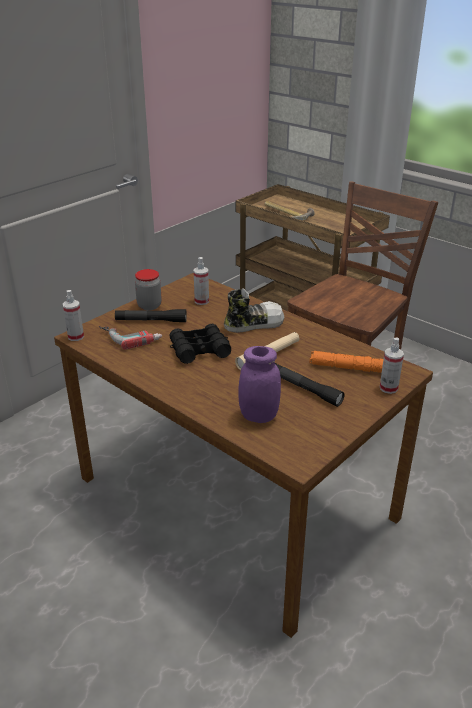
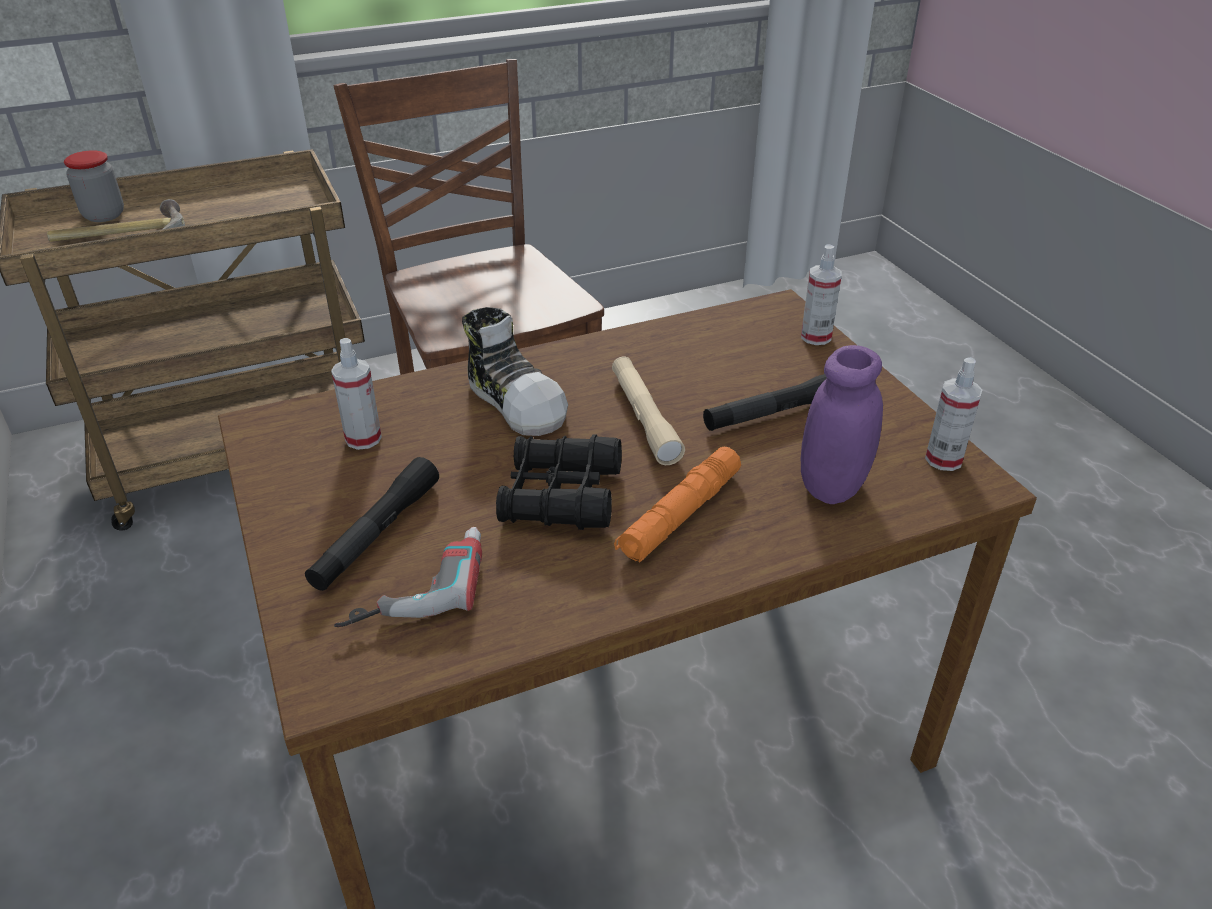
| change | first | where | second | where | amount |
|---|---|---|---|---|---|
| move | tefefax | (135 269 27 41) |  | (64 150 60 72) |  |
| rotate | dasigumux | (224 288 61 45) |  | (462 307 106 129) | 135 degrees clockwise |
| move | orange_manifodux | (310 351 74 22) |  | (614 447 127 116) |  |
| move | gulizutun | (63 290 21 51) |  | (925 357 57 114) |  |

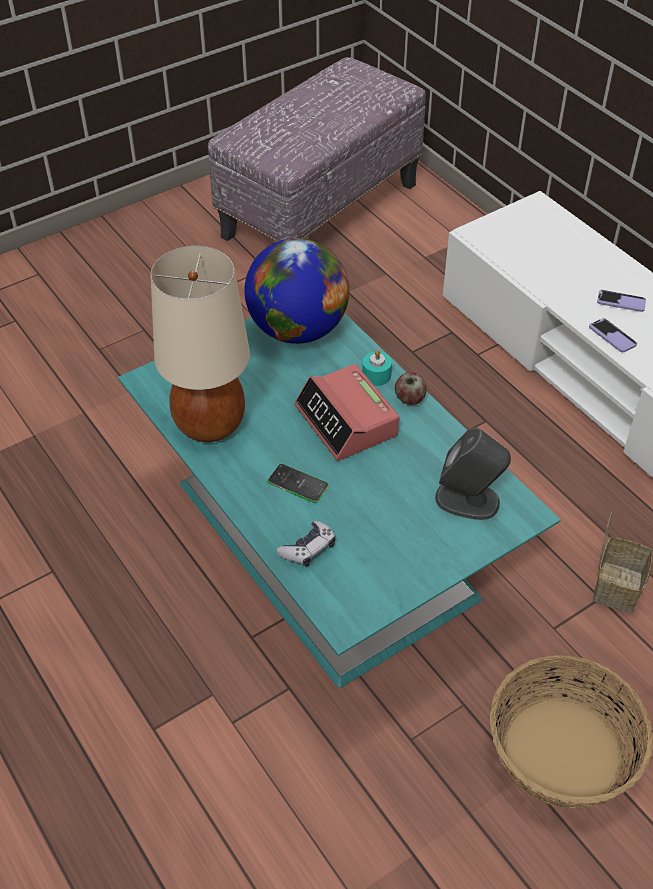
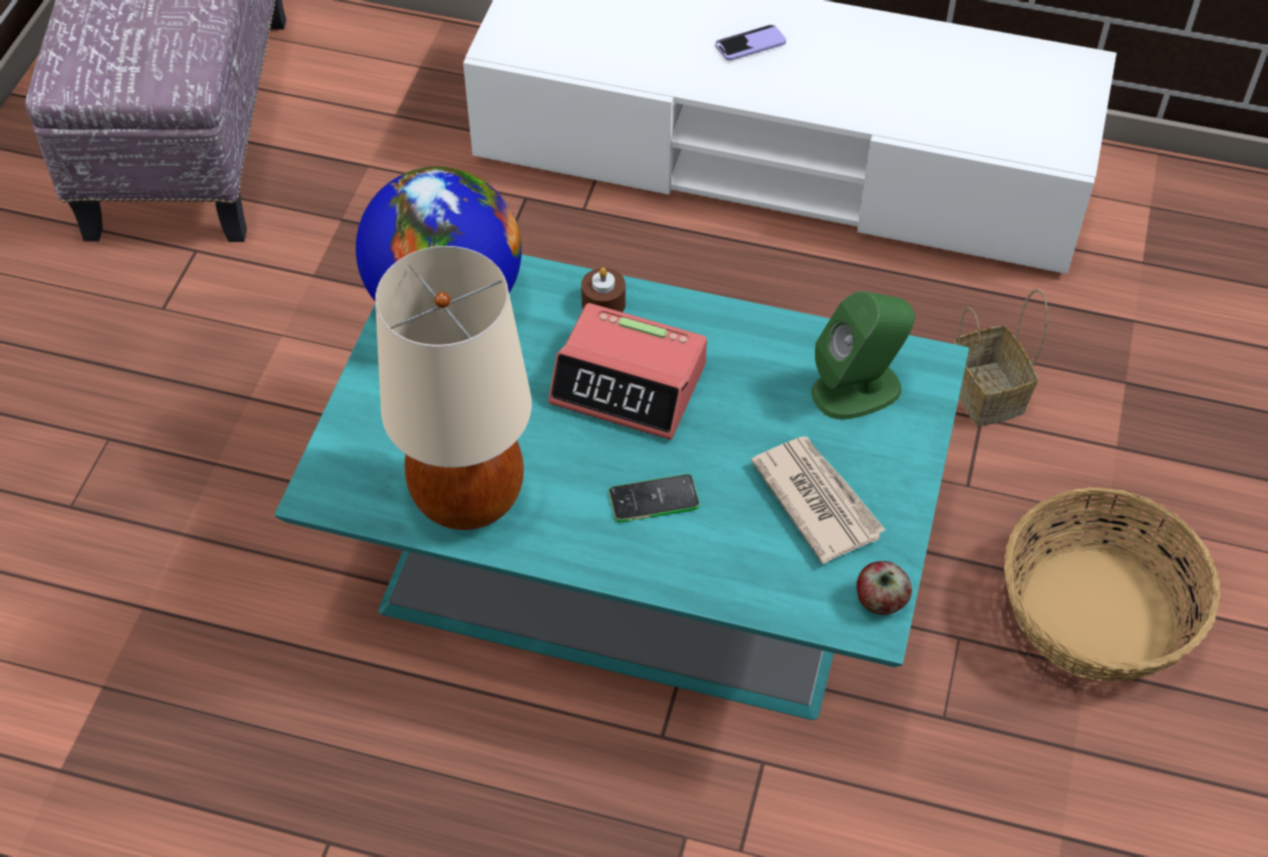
| change | first | where | second | where | amount |
|---|---|---|---|---|---|
| recolor | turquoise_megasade | (362 350 30 36) | brown_megasade | (581 268 45 44) |  |
| insert |  |  | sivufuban | (751 436 134 128) |  |
| recolor | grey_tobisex | (435 428 76 92) | green_tobisex | (811 291 104 129) |  |
| move | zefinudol | (395 372 32 33) |  | (856 561 56 54) |  |
| delete | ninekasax | (277 521 59 46) |  |  |  |
| delete | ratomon | (589 318 48 34) |  |  |  |

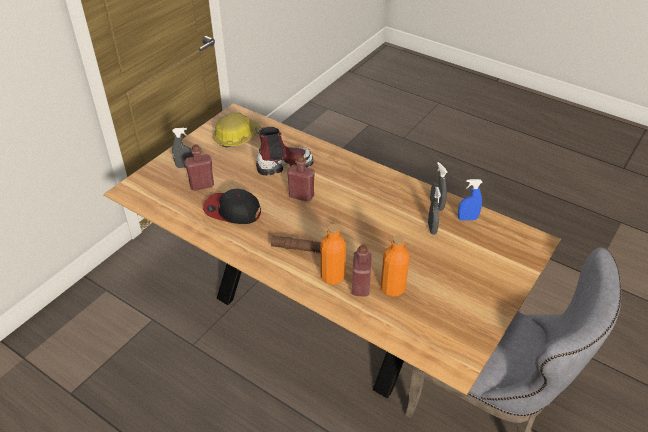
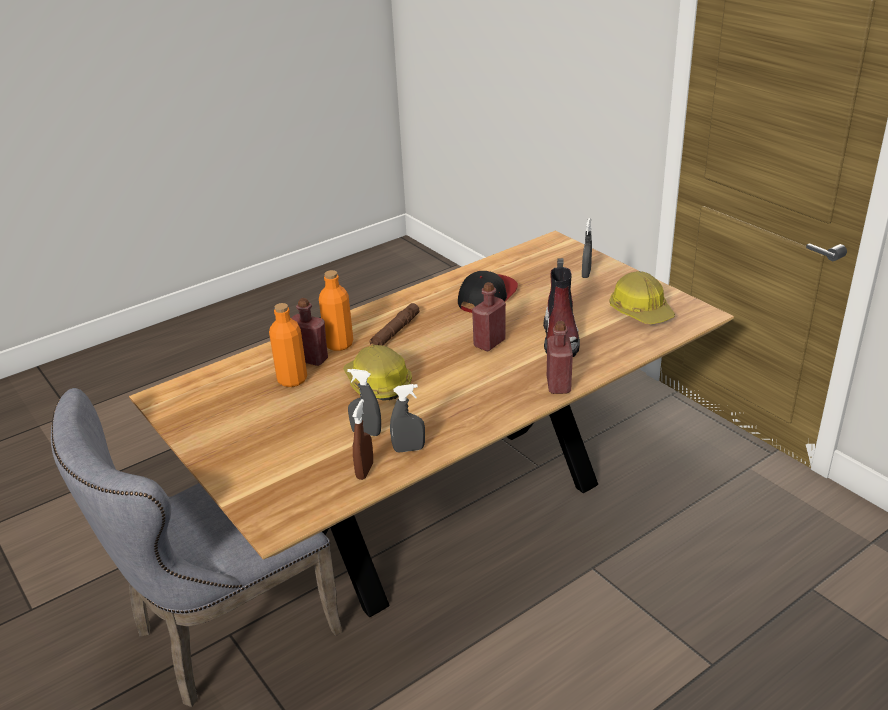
| change | first | where | second | where | amount |
|---|---|---|---|---|---|
| insert |  |  | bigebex | (343 345 69 56) |  |
| recolor | blue_gulizutun | (458 179 25 42) | brown_gulizutun | (352 399 21 81) |  |
| move | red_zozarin | (184 144 30 47) |  | (547 321 26 73) |  |

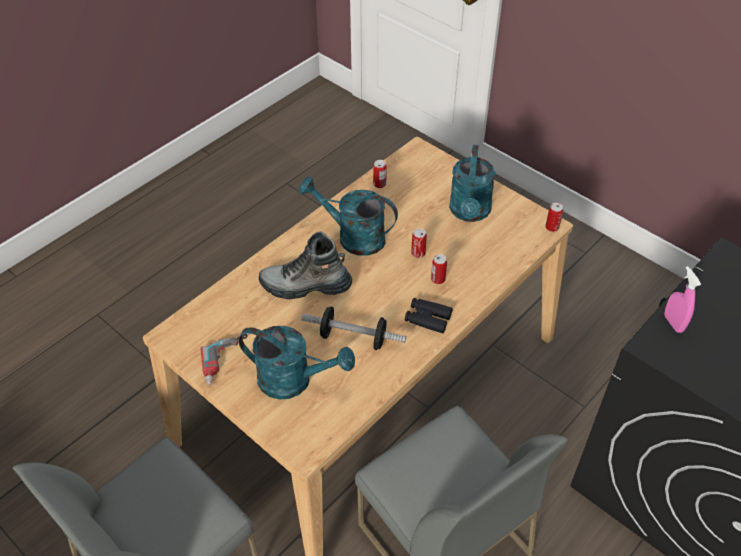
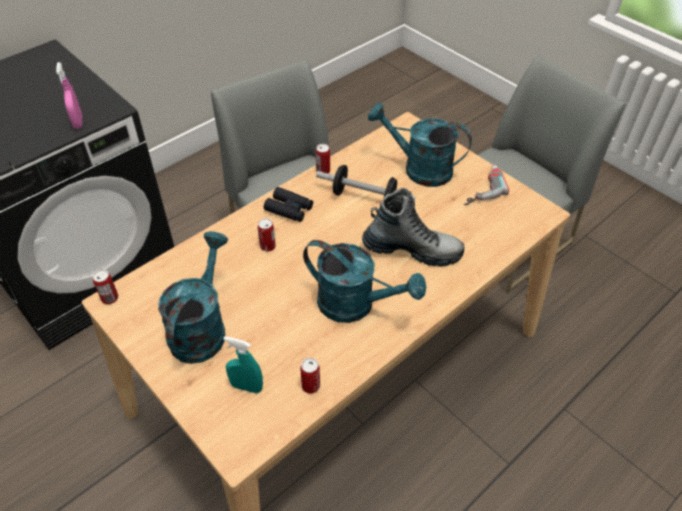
| change | first | where | second | where | amount |
|---|---|---|---|---|---|
| insert |  |  | turquoise_gulizutun | (223 336 40 58) |  |
| move | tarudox | (411 228 16 30) |  | (316 144 14 30) |  |

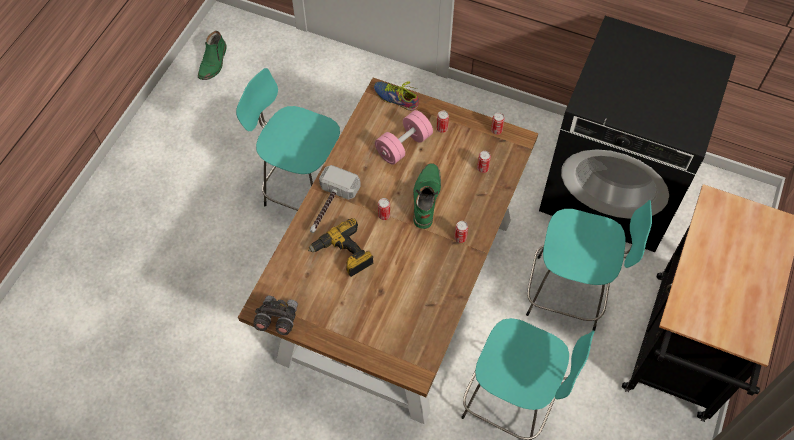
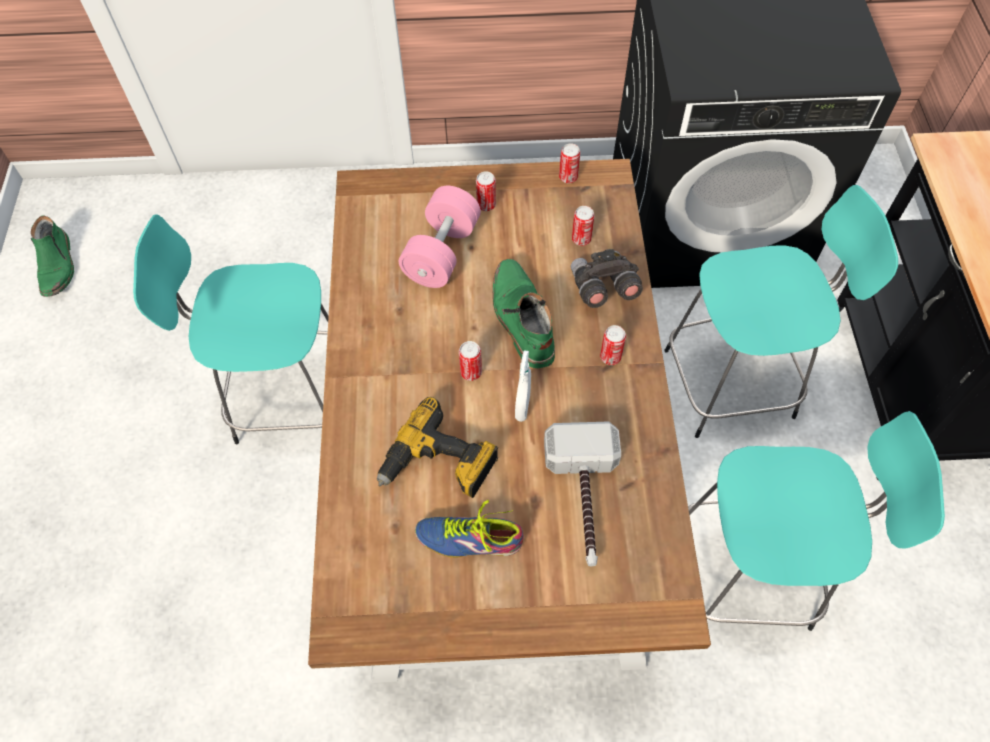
| change | first | where | second | where | amount |
|---|---|---|---|---|---|
| move | dasigumux | (374 81 45 29) |  | (415 500 109 58) |  |
| insert |  |  | white_gulizutun | (515 350 16 72) |  |
| move | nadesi | (310 165 51 68) |  | (544 421 77 145) |  |
| move | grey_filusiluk | (253 296 45 39) |  | (570 249 73 59) |  |

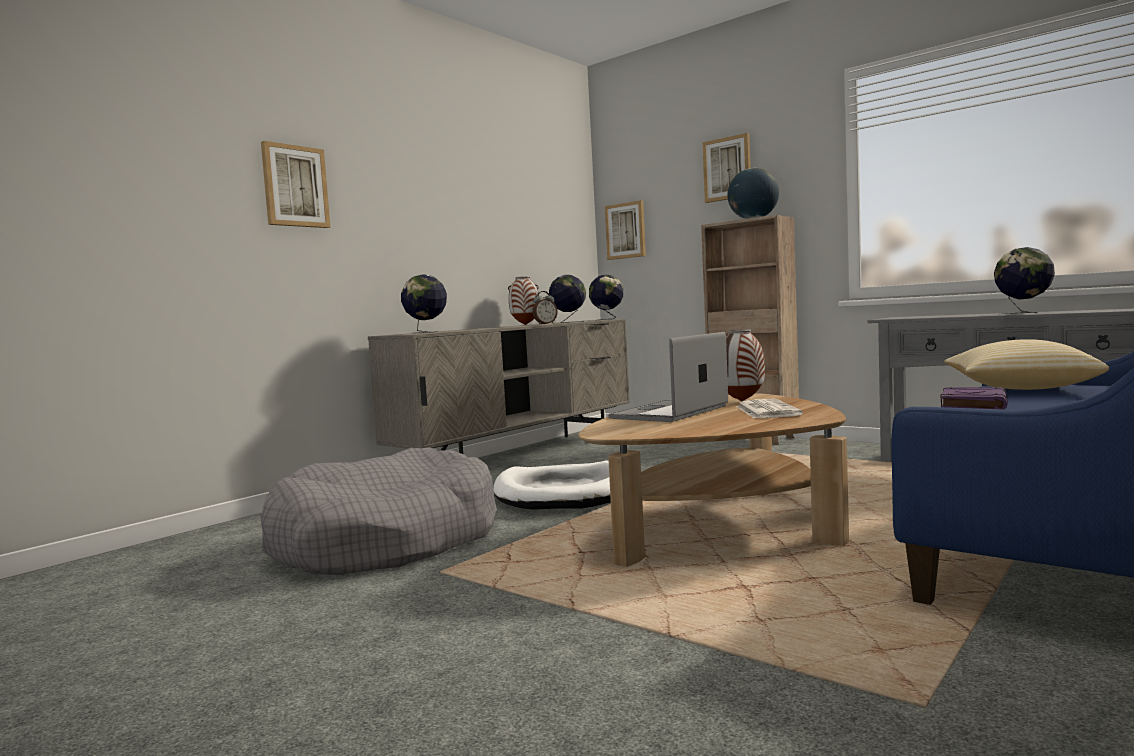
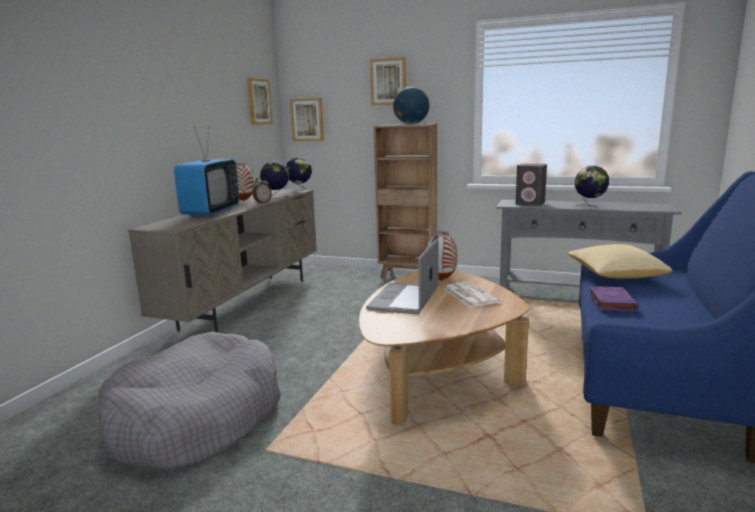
| change | first | where | second | where | amount |
|---|---|---|---|---|---|
| insert |  |  | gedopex | (174 126 66 91) |  |
| move | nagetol | (261 141 69 87) |  | (247 78 26 47) |  |
| insert |  |  | grey_tobisex | (516 164 31 42) |  |
| delete | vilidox | (401 274 46 59) |  |  |  |
| delete | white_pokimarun | (493 460 118 50) |  |  |  |

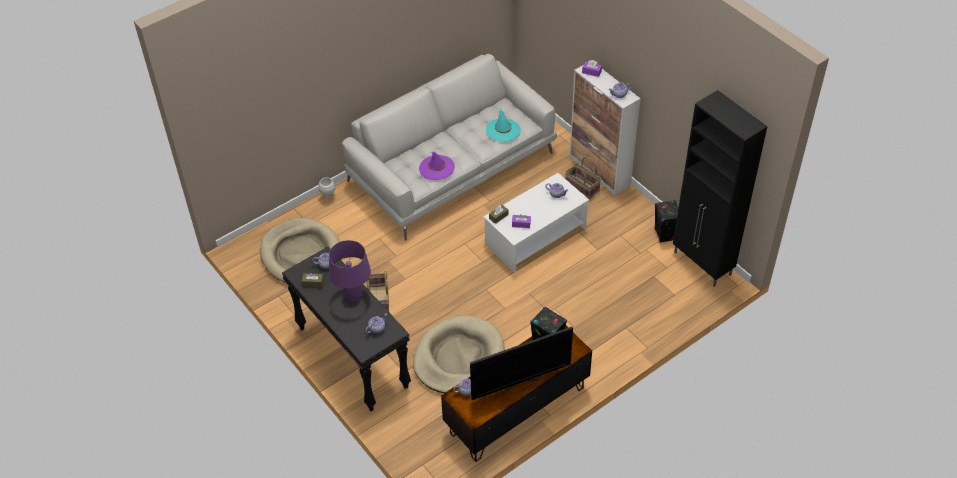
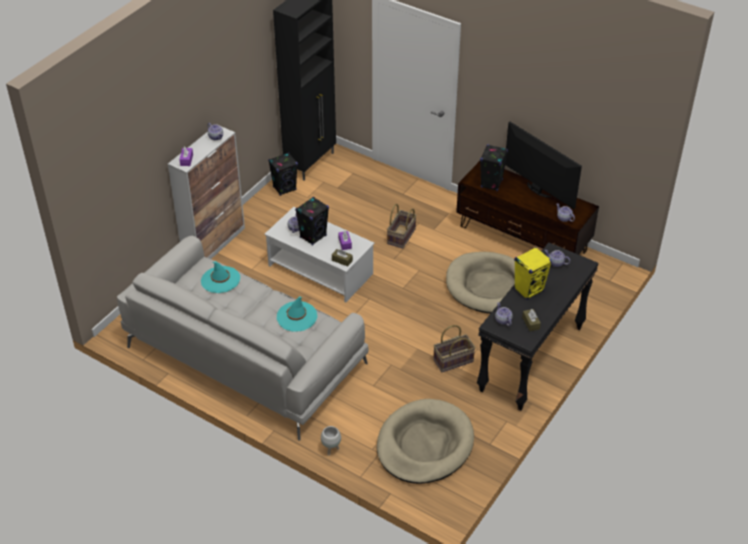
| change | first | where | second | where | amount |
|---|---|---|---|---|---|
| recolor | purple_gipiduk | (419 152 36 28) | turquoise_gipiduk | (277 296 40 36) |  |
| insert |  |  | black_tobisex | (295 197 34 48) |  |
| move | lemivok | (566 157 35 43) |  | (387 204 30 45) |  |
| replace | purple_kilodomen | (329 240 42 62) | yellow_tobisex | (514 247 38 53) |  |

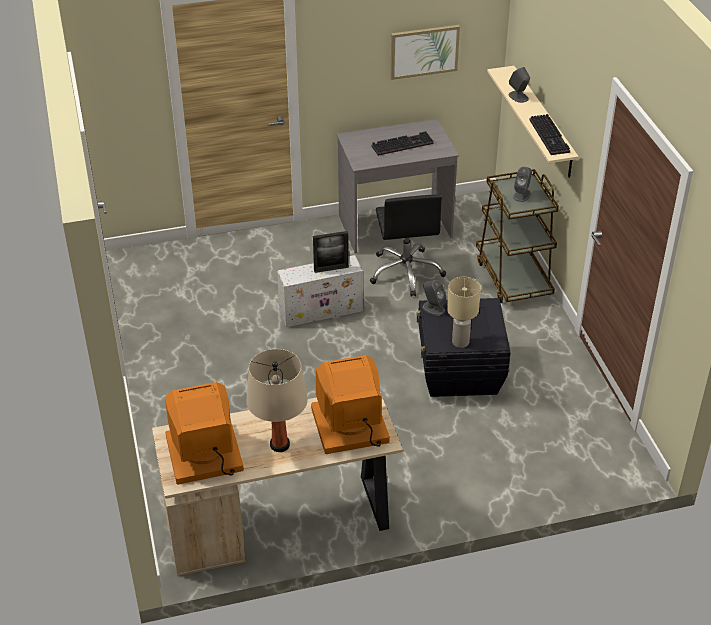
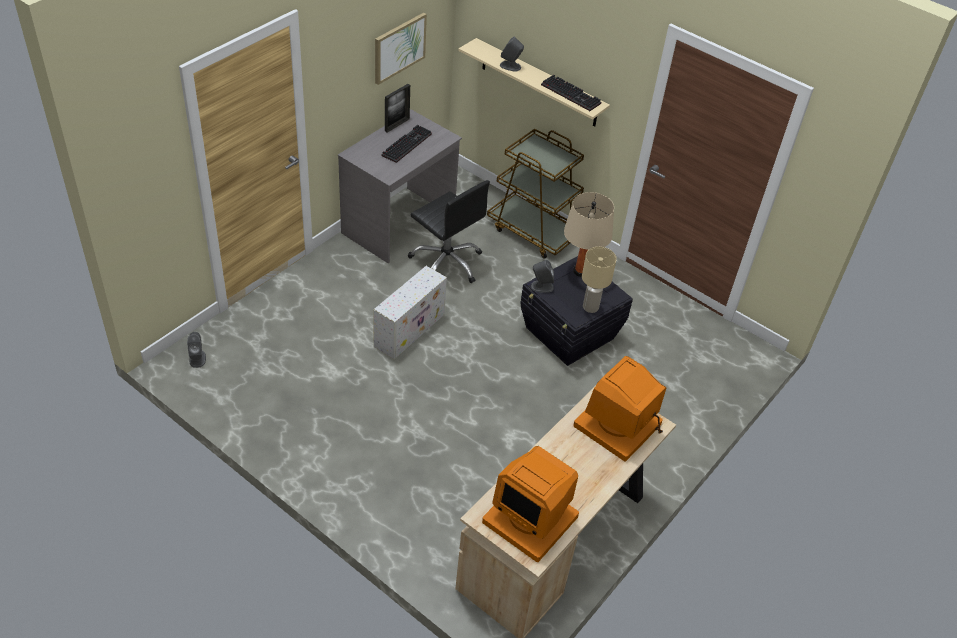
| change | first | where | second | where | amount |
|---|---|---|---|---|---|
| move | grey_tobisex | (513 167 19 35) |  | (187 332 19 36) |  |
| move | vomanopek | (313 231 36 42) |  | (385 84 25 48) |  |
| rotate | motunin | (165 382 79 103) |  | (482 446 97 116) | 90 degrees counterclockwise |
| move | beige_kilodomen | (247 349 61 103) |  | (564 192 50 85) |  |

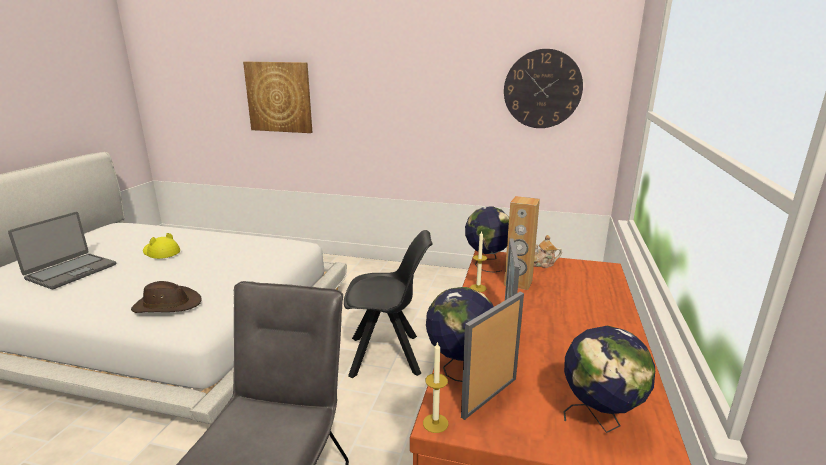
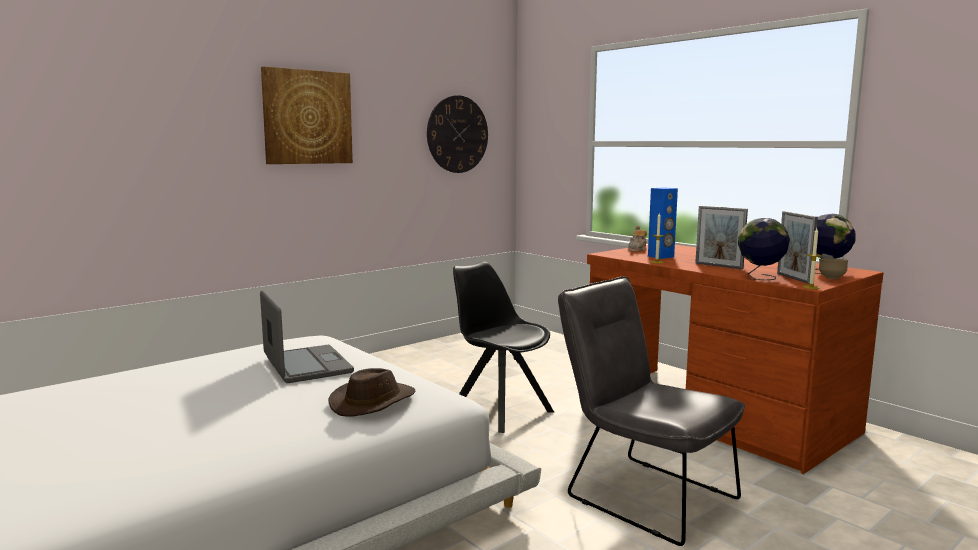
| change | first | where | second | where | amount |
|---|---|---|---|---|---|
| move | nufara | (8 212 108 77) |  | (260 291 94 92) |  |
| move | nagetol | (243 62 70 71) |  | (261 66 92 98) |  |
| rotate | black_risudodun | (344 230 89 148) |  | (453 261 102 172) | 75 degrees counterclockwise |
| recolor | brown_tobisex | (504 196 36 94) | blue_tobisex | (648 187 30 72) |  |
| insert |  |  | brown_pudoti | (819 258 29 21) |  |
| delete | yellow_gipiduk | (143 233 37 26) |  |  |  |
| delete | vilidox | (465 206 44 67) |  |  |  |

